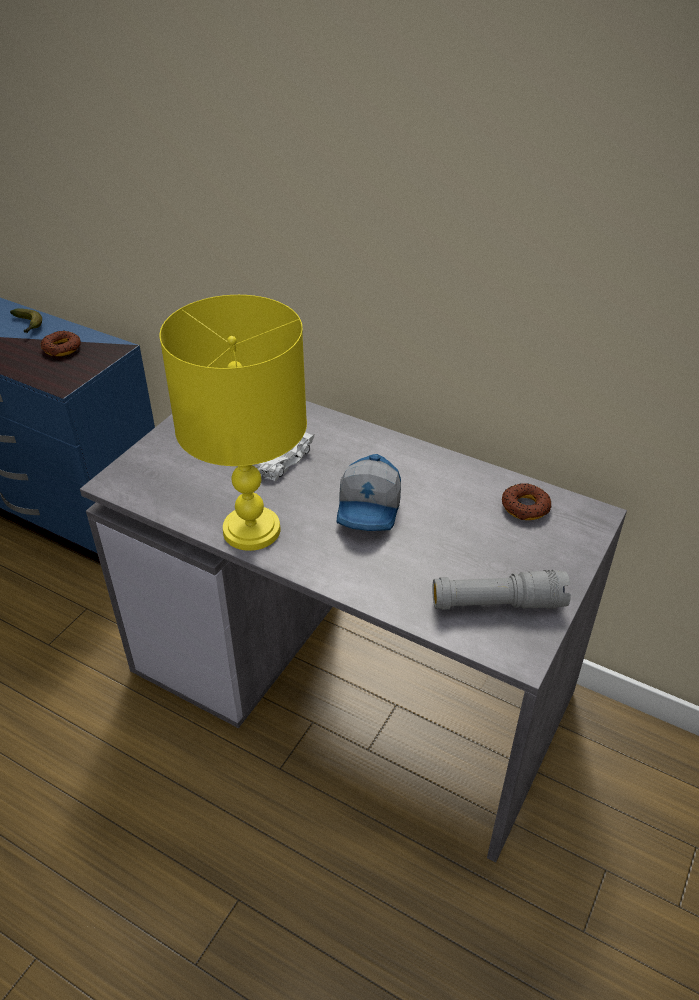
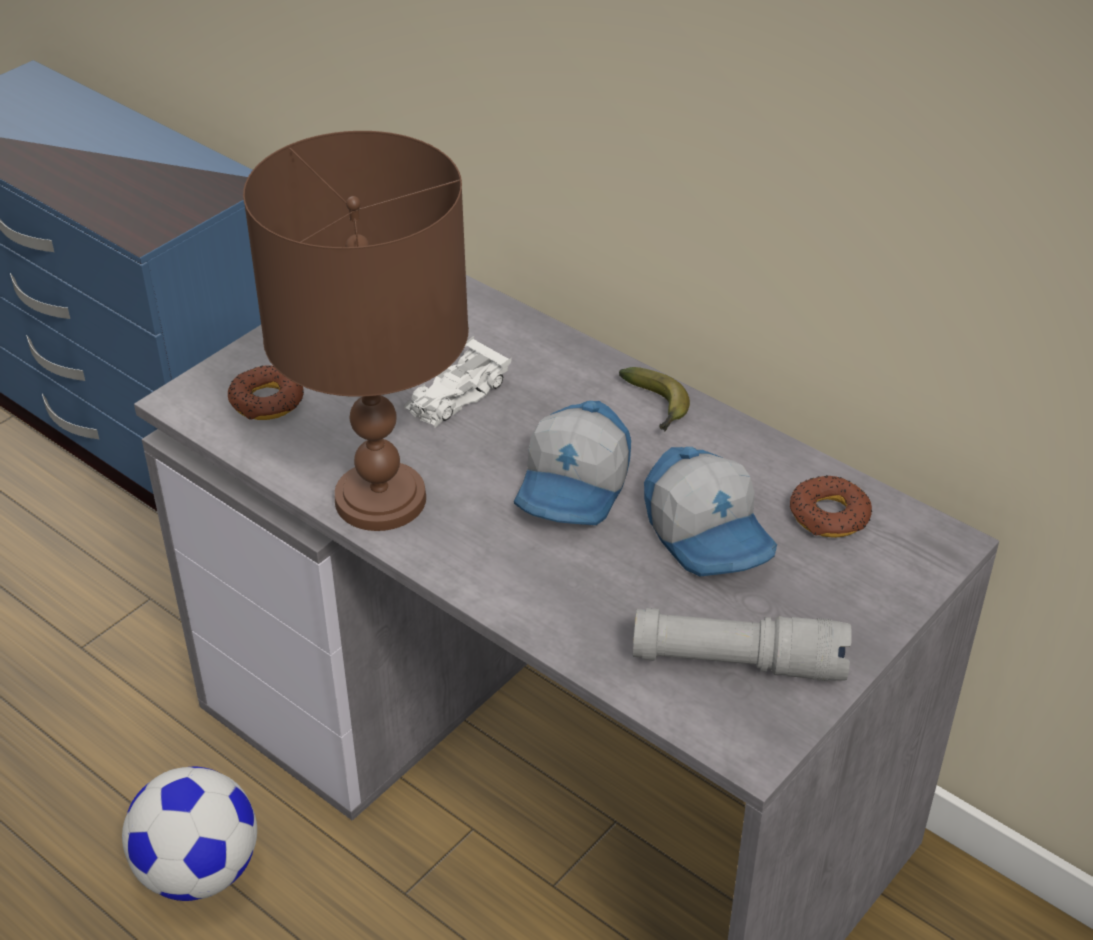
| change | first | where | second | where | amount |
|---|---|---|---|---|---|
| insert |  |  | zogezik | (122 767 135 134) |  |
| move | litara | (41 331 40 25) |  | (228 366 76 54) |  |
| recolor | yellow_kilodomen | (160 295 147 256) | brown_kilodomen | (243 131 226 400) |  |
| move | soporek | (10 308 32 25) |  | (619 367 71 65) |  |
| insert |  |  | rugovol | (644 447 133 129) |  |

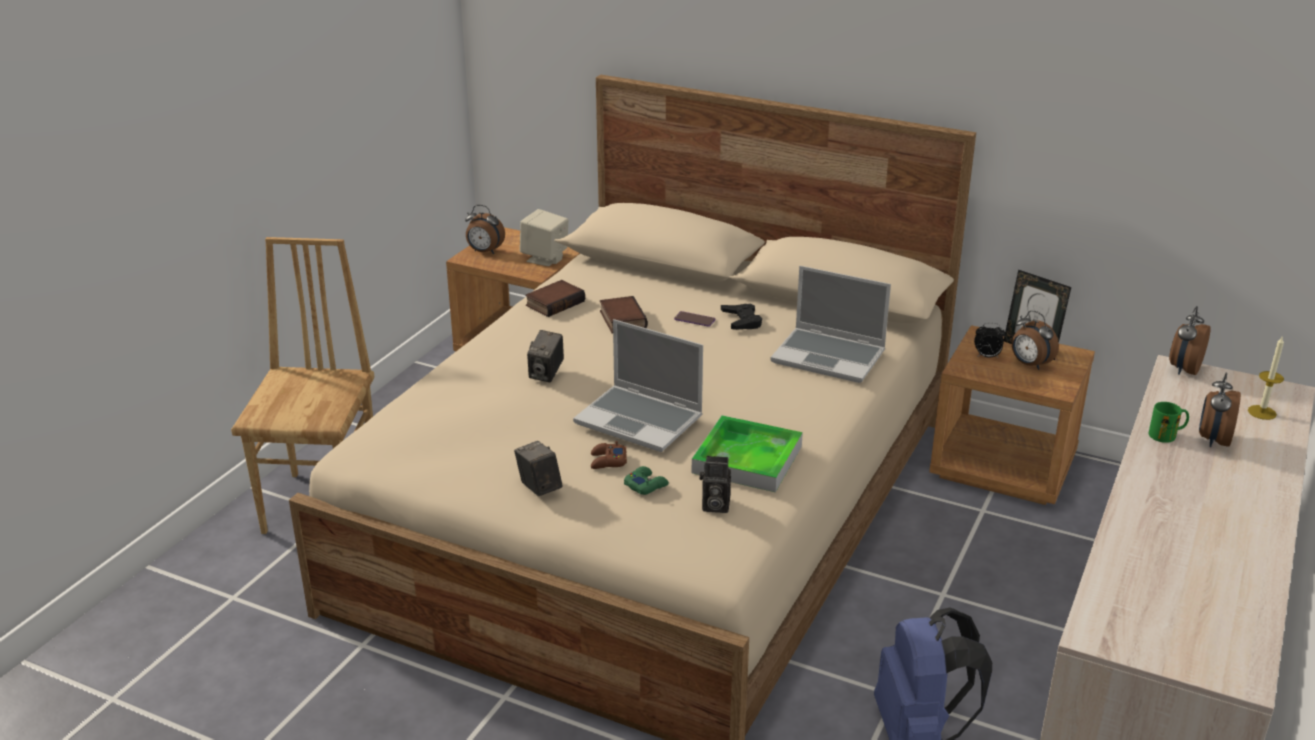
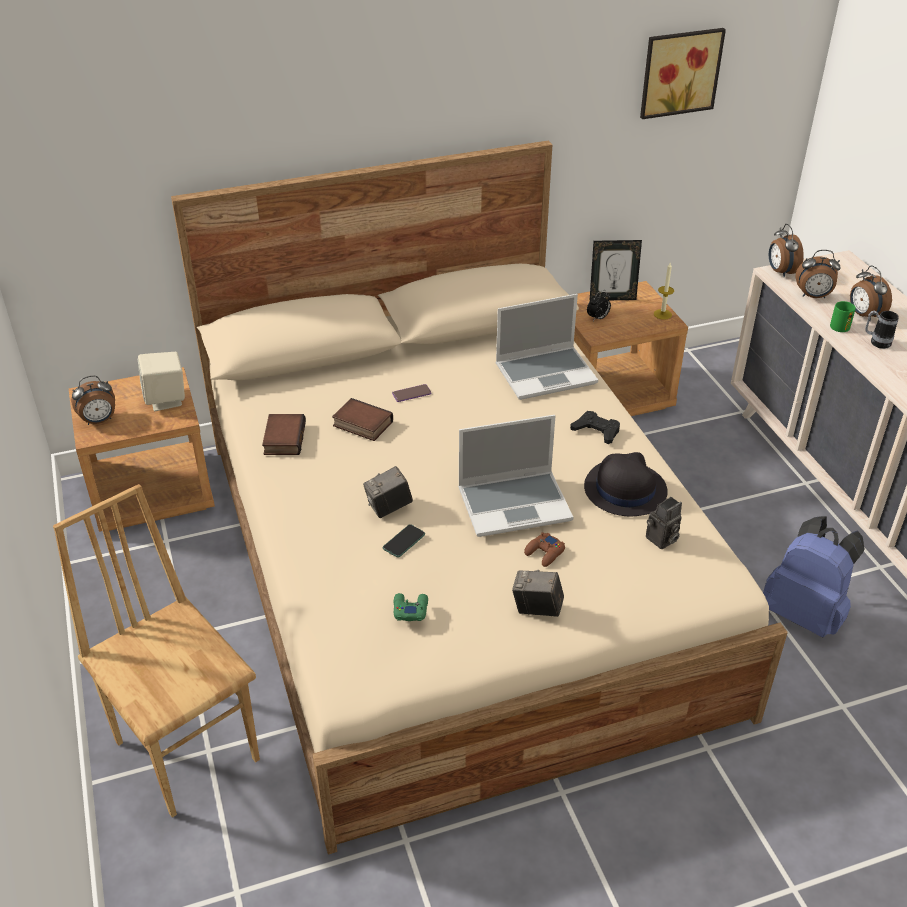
| change | first | where | second | where | amount |
|---|---|---|---|---|---|
| rotate | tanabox | (527 330 37 52) |  | (363 466 50 52) | 90 degrees clockwise |
| insert |  |  | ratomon | (383 524 42 33) |  |
| move | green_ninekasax | (624 466 45 29) |  | (393 593 35 28) |  |
| move | black_ninekasax | (721 303 41 27) |  | (570 411 50 33) |  |
| replace | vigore | (692 415 111 77) | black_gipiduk | (584 452 84 64) |  |
| insert |  |  | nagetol | (640 28 86 91) |  |
| move | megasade | (1248 337 36 83) |  | (654 263 20 57) |  |
| move | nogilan | (1012 310 47 60) |  | (796 250 45 48) |  |
| insert |  |  | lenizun | (865 311 34 38) |  |

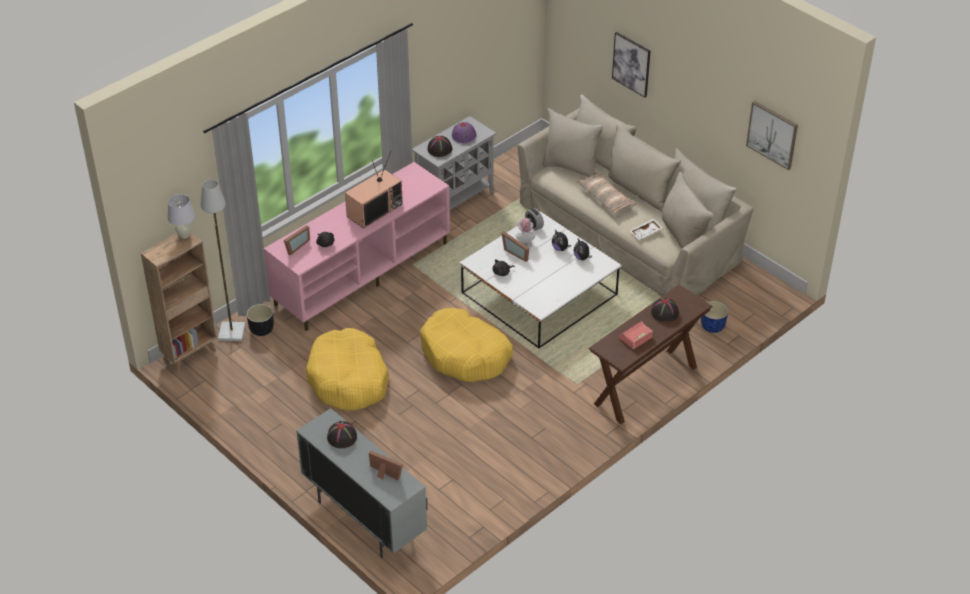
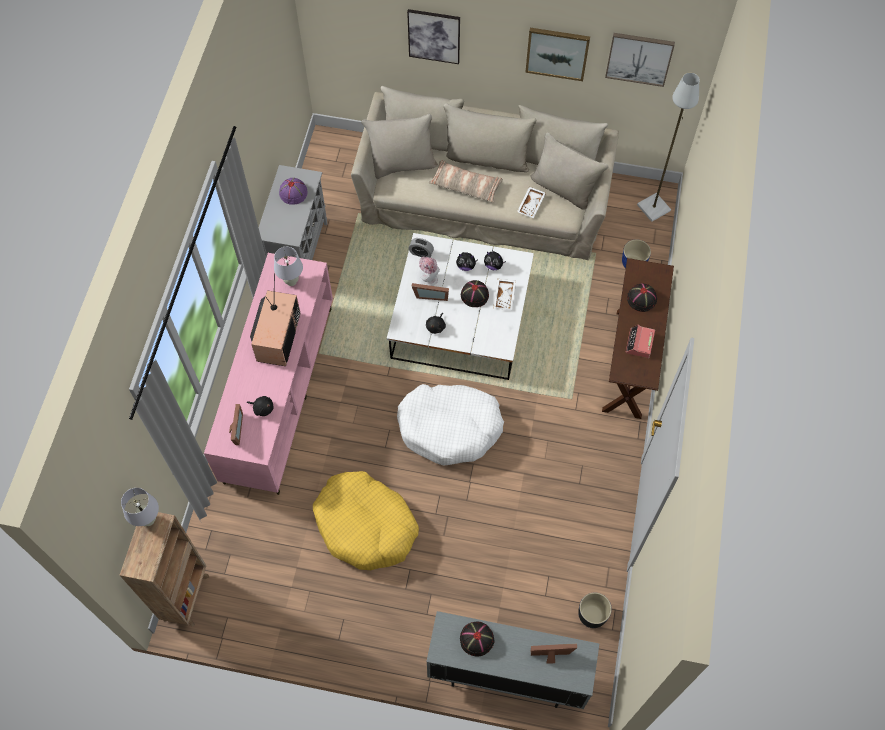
| change | first | where | second | where | amount |
|---|---|---|---|---|---|
| insert |  |  | white_kilodomen | (274 247 29 39) |  |
| recolor | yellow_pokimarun | (420 308 93 74) | white_pokimarun | (397 384 107 82) |  |
| move | black_gipiduk | (428 136 25 21) |  | (461 280 28 27) |  |
| insert |  |  | white_vigore | (493 279 23 31) |  |
| insert |  |  | nagetol | (525 28 65 53) |  |
| move | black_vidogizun | (246 304 28 32) |  | (578 592 34 36) |  |
| move | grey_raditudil | (201 180 45 161) |  | (637 73 63 149) |  |

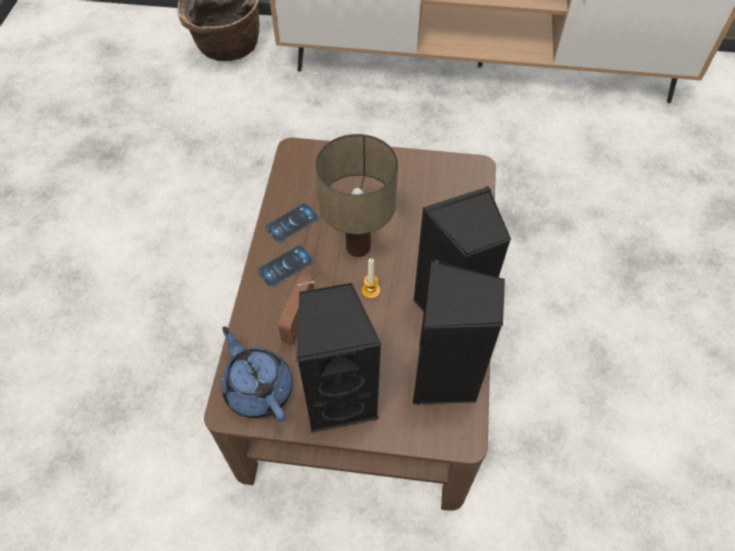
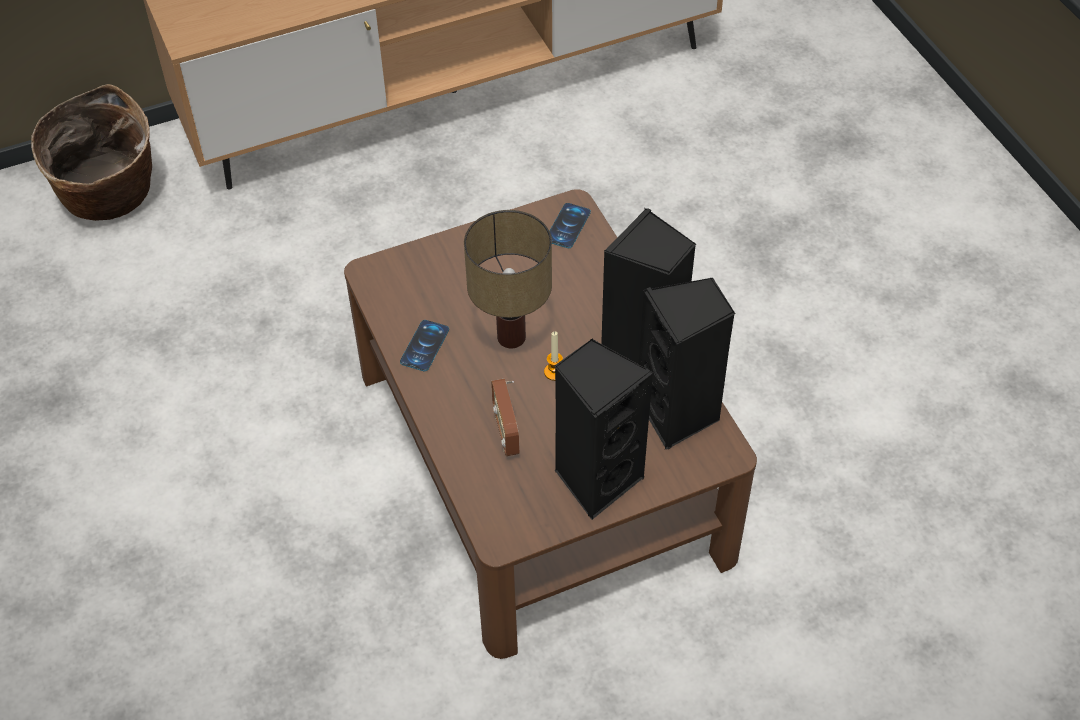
| change | first | where | second | where | amount |
|---|---|---|---|---|---|
| move | ratomon | (257 245 57 42) |  | (550 203 41 45) |  |
| delete | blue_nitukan | (221 326 72 96) |  |  |  |

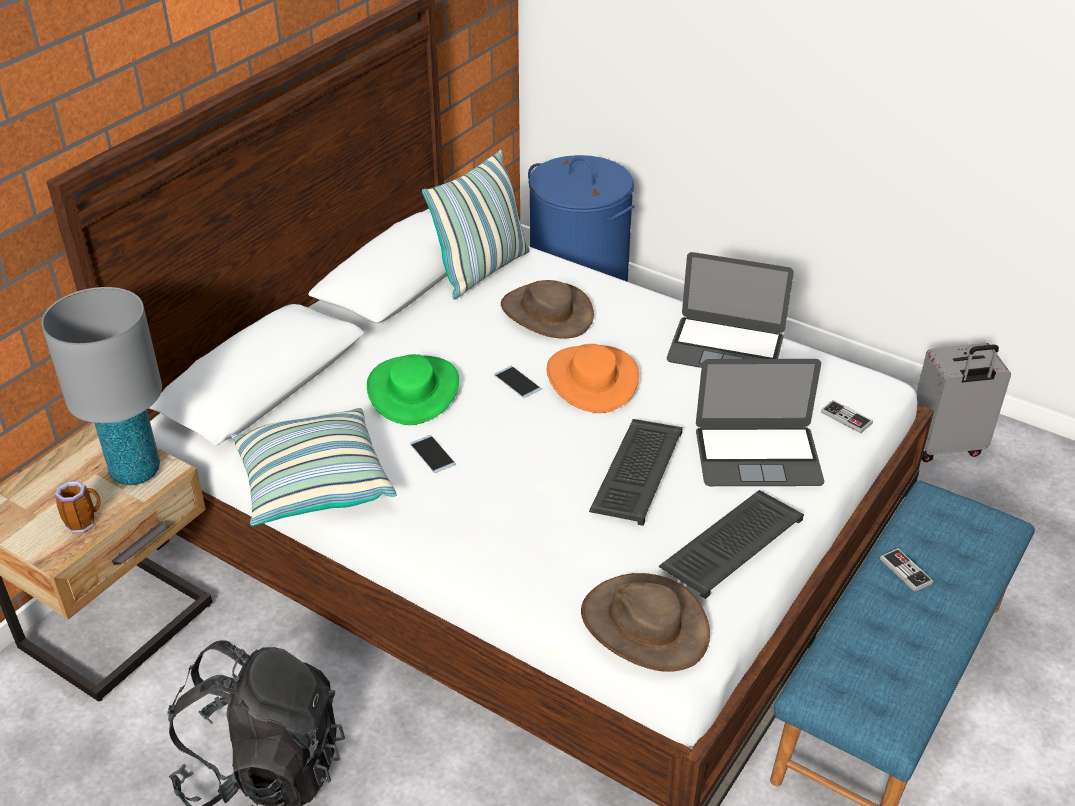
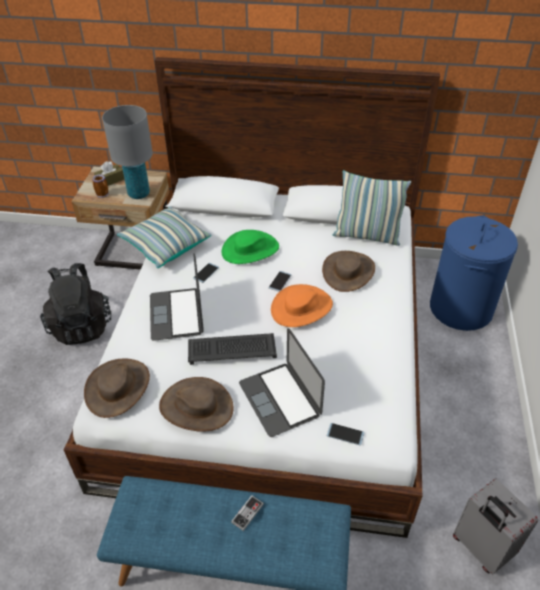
| change | first | where | second | where | amount |
|---|---|---|---|---|---|
| insert |  |  | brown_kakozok | (94 161 31 25) |  |
| move | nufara | (667 252 127 116) |  | (150 253 54 88) |  |
| replace | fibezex | (659 490 145 109) | brown_gipiduk | (159 377 74 54) |  |
| replace | ninekasax | (821 400 52 33) | ratomon | (327 423 37 22) |  |

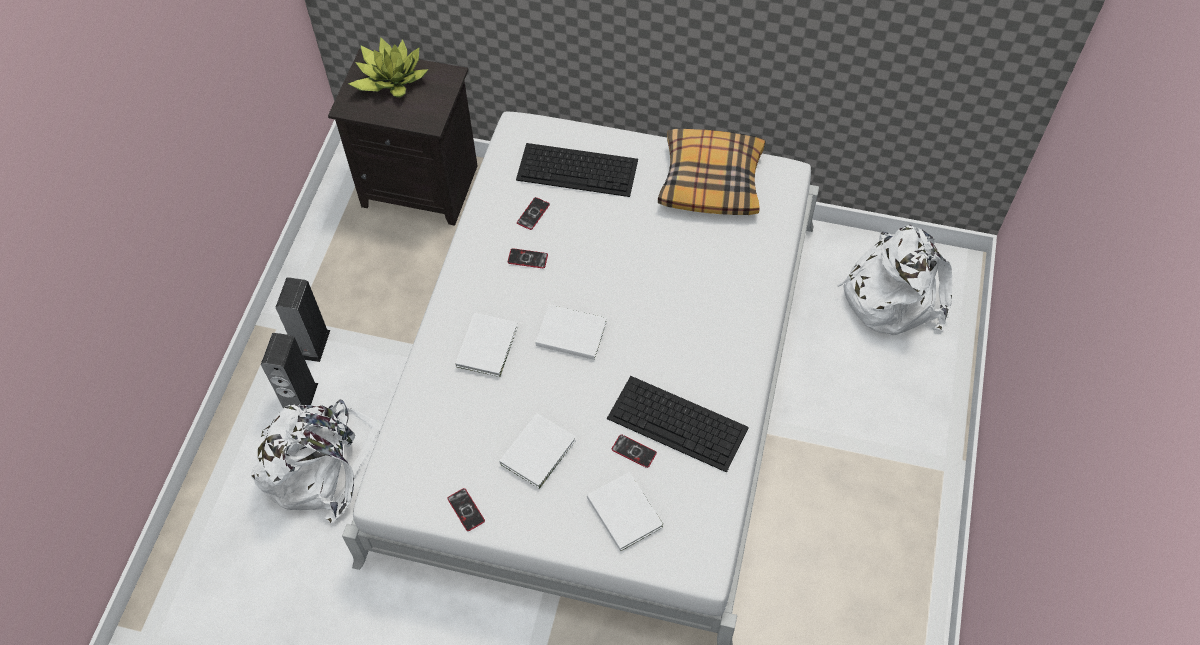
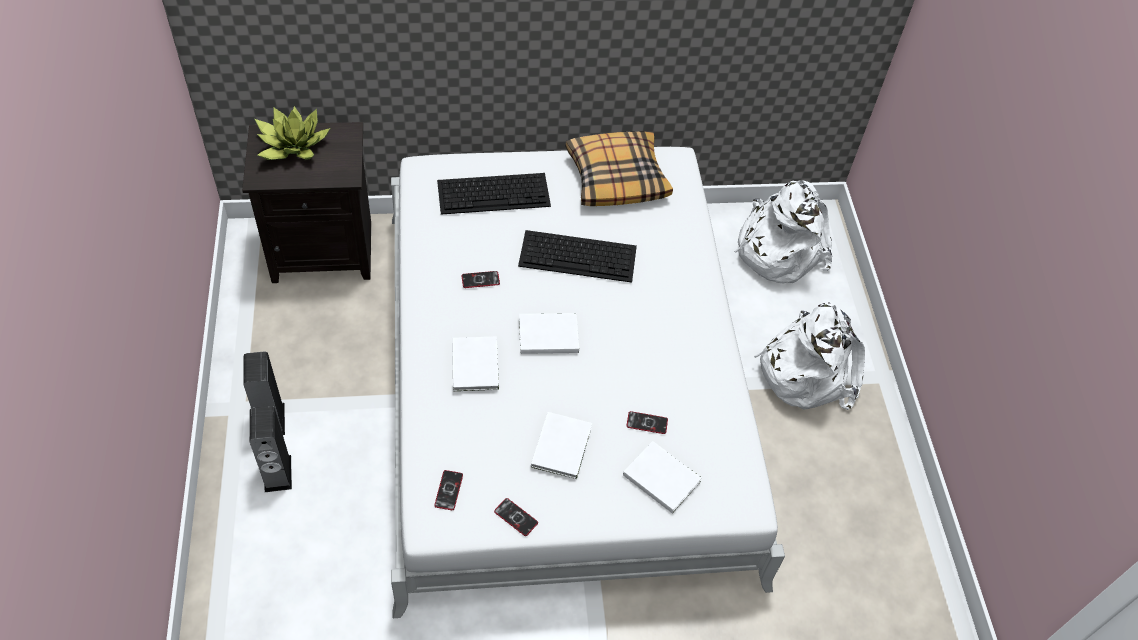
| change | first | where | second | where | amount |
|---|---|---|---|---|---|
| move | ratomon | (517 197 33 33) |  | (434 470 29 40) |  |
| move | fibezex | (607 376 142 97) |  | (518 230 119 53) |  |
| move | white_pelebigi | (251 400 131 123) |  | (754 302 111 108) |  |

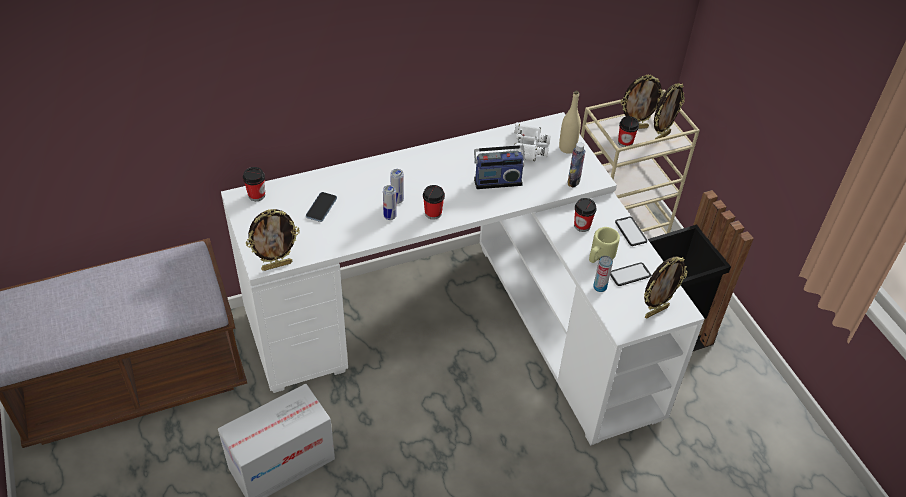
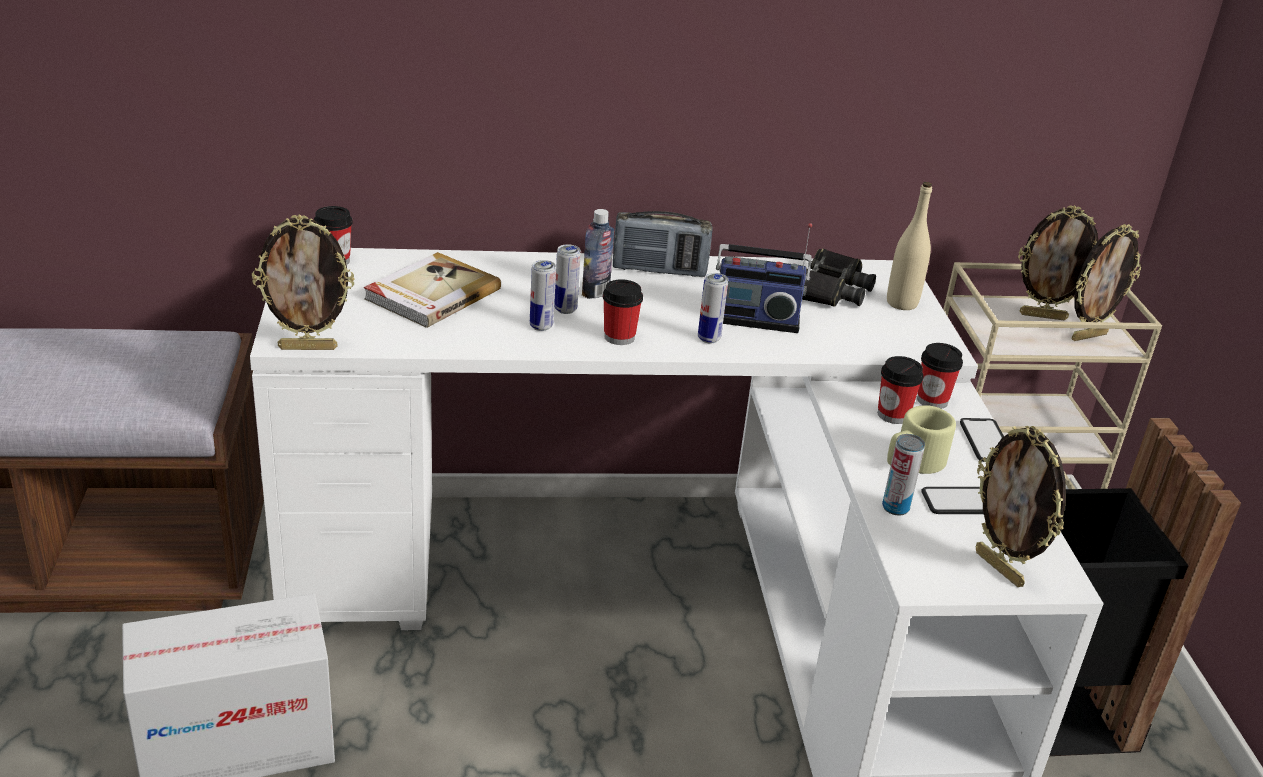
| change | first | where | second | where | amount |
|---|---|---|---|---|---|
| replace | ratomon | (306 192 31 30) | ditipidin | (364 252 137 76) |  |
| move | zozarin | (568 142 17 46) |  | (582 209 32 90) |  |
| insert |  |  | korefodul | (613 211 100 66) |  |
| insert |  |  | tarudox | (698 273 30 71) |  |
| recolor | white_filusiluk | (510 122 41 39) | black_filusiluk | (802 249 74 58) |  |
| move | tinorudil | (618 116 21 31) |  | (917 343 46 66) |  |
| rotate | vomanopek | (644 256 44 62) |  | (976 426 90 161) | 75 degrees clockwise |

